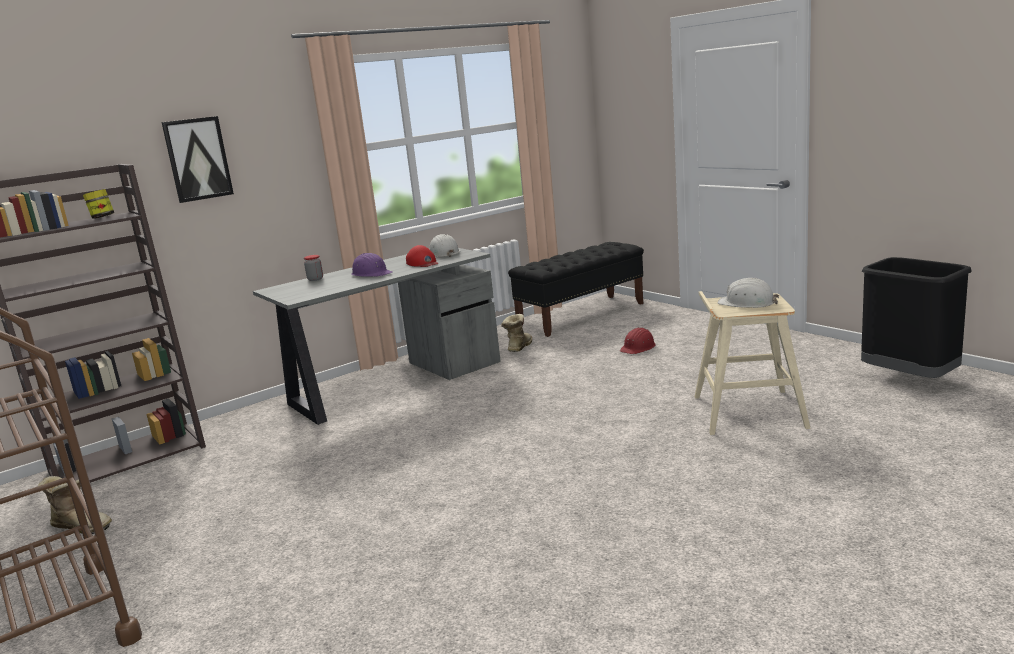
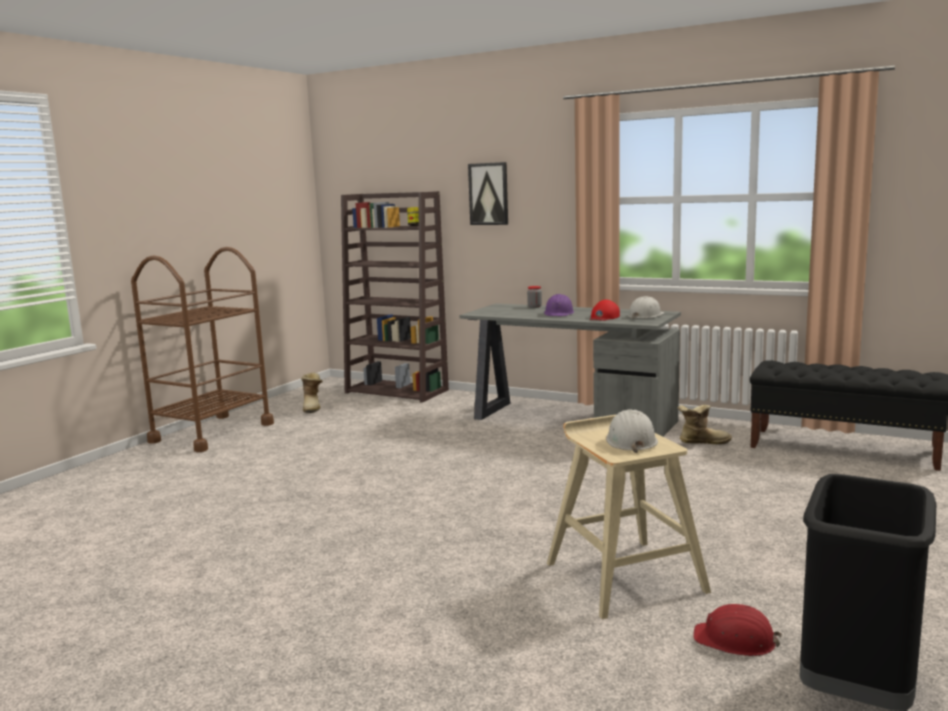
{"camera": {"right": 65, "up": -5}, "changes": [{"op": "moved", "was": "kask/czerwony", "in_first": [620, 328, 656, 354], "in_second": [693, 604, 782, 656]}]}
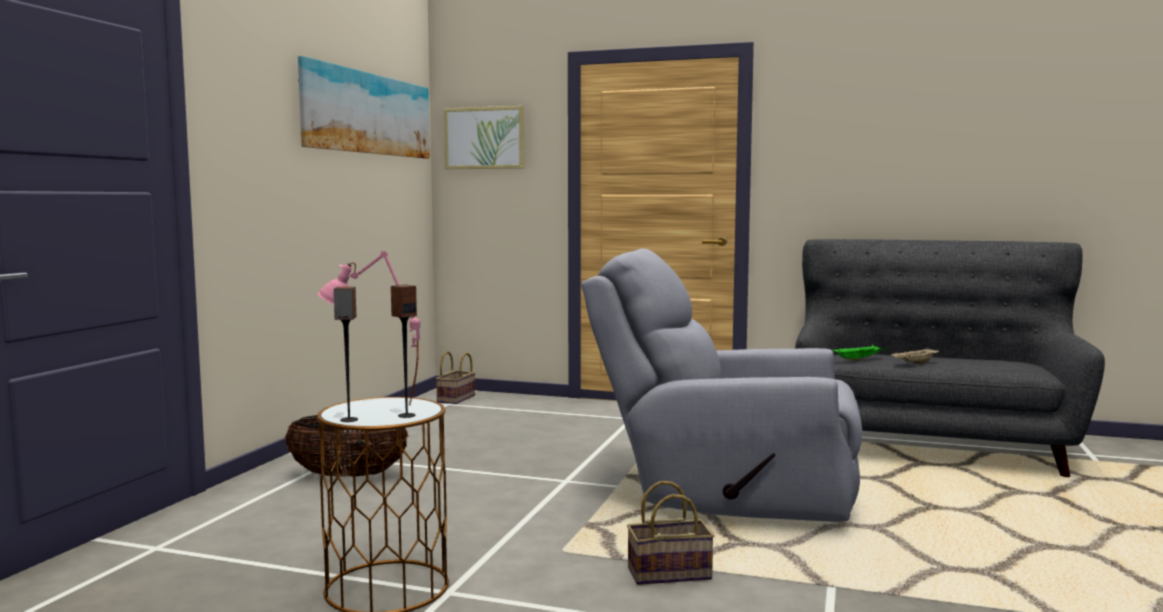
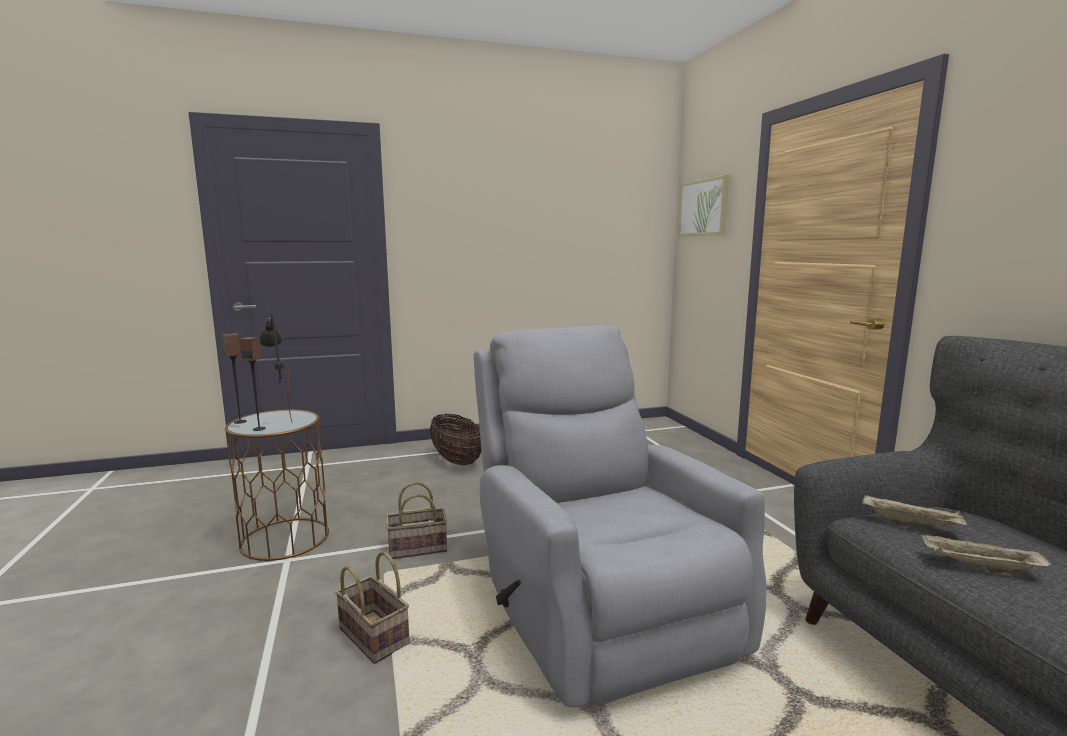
{"camera": {"right": 55, "up": 5}, "changes": [{"op": "recoloured", "was": "lampa stołowa/różowy", "now": "lampa stołowa/czarny", "in_first": [318, 251, 420, 405], "in_second": [259, 311, 292, 422]}, {"op": "moved", "was": "koszyk", "in_first": [436, 351, 476, 404], "in_second": [386, 482, 447, 559]}, {"op": "recoloured", "was": "taca/zielony", "now": "taca/beżowy", "in_first": [832, 344, 888, 361], "in_second": [863, 495, 968, 526]}, {"op": "removed", "was": "obraz", "in_first": [298, 56, 430, 159]}]}
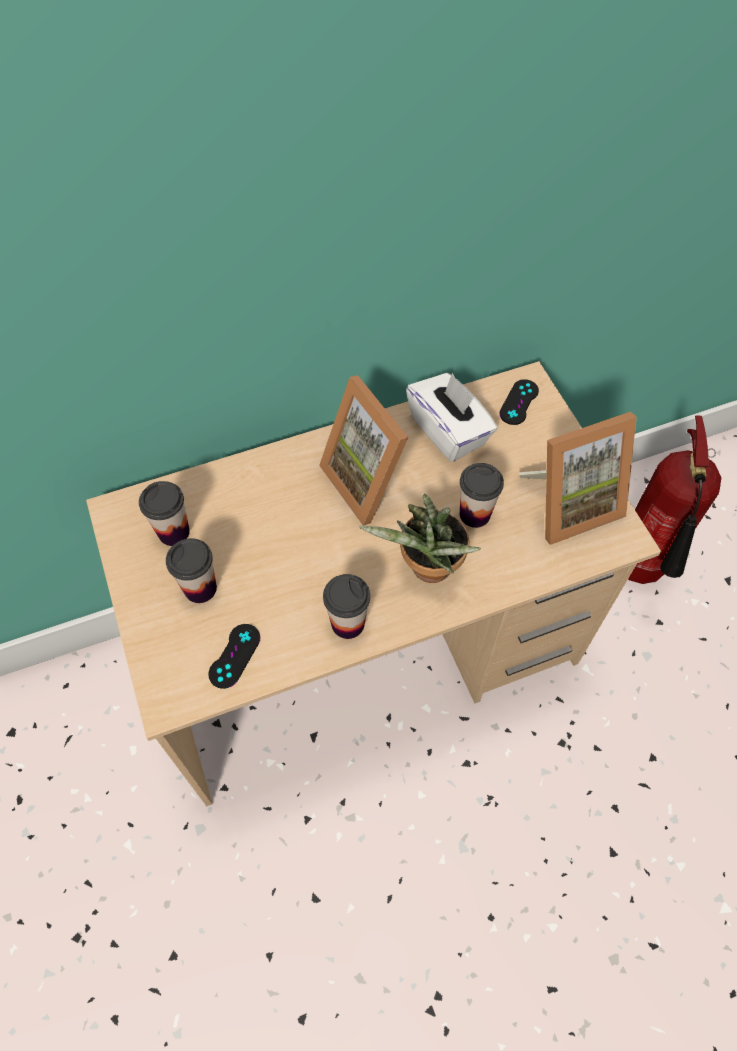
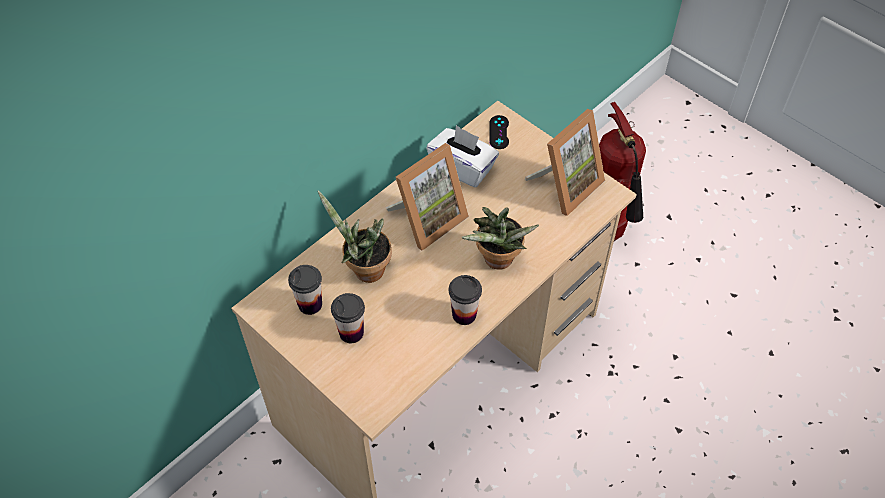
{"camera": {"right": -25, "up": -5}, "changes": [{"op": "added", "now": "roślina doniczkowa", "in_second": [318, 191, 392, 283]}, {"op": "turned", "was": "ramka na zdjęcie", "in_first": [319, 375, 408, 526], "in_second": [386, 143, 469, 251], "clockwise": -75}, {"op": "removed", "was": "pad do gier/czarny", "in_first": [208, 624, 260, 689]}, {"op": "removed", "was": "filiżanka", "in_first": [460, 463, 504, 528]}]}
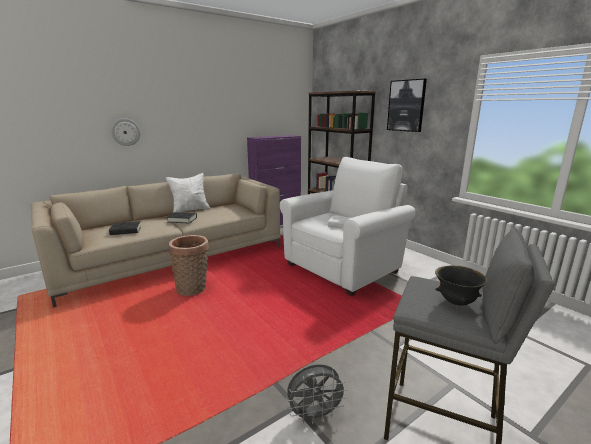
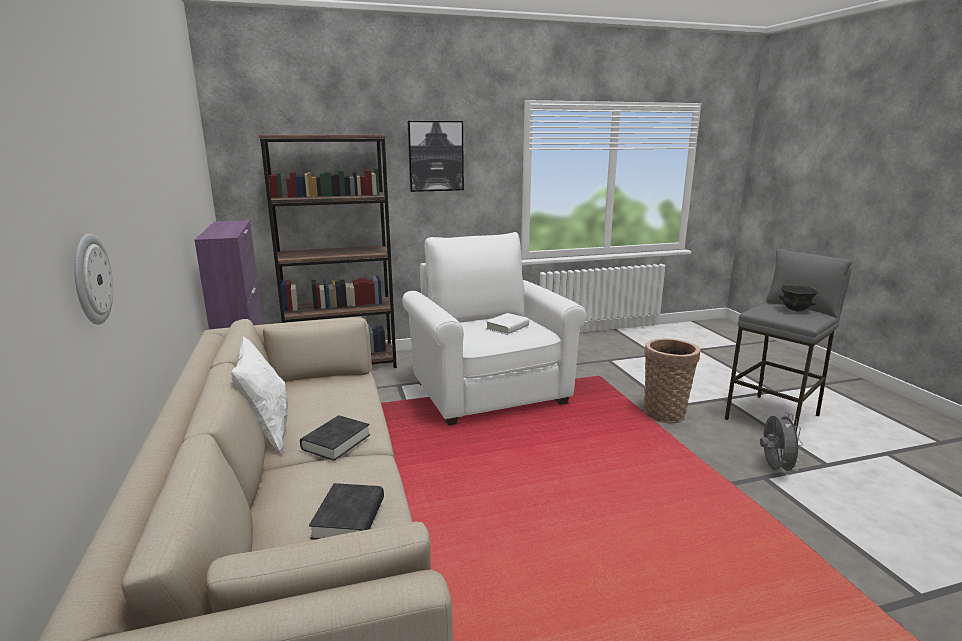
{"camera": {"right": -70, "up": 0}, "changes": [{"op": "moved", "was": "koszyk", "in_first": [169, 235, 209, 296], "in_second": [644, 338, 700, 423]}]}
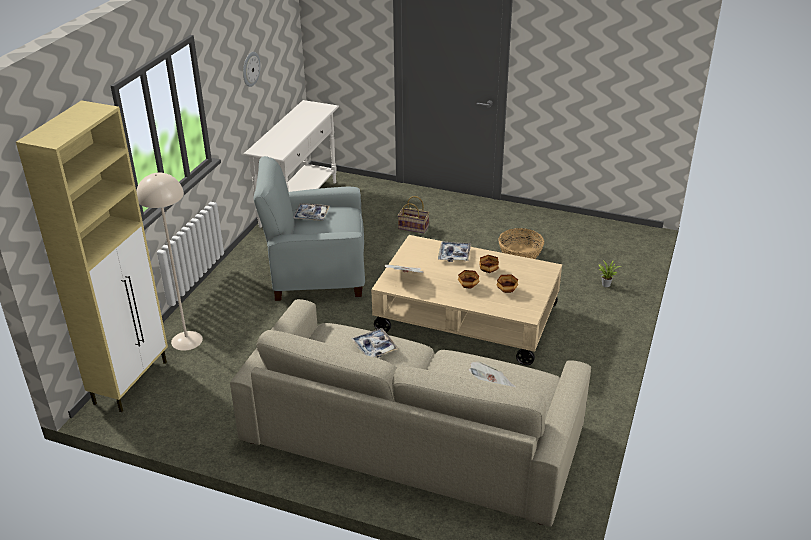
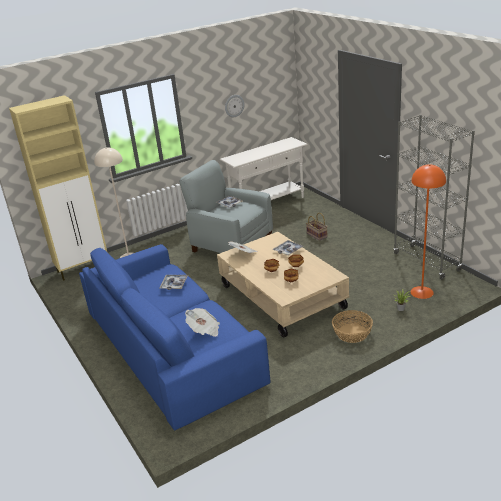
{"camera": {"right": 40, "up": -5}, "changes": [{"op": "recoloured", "was": "kanapa/beżowy", "now": "kanapa/niebieski", "in_first": [230, 299, 591, 527], "in_second": [79, 244, 271, 430]}, {"op": "moved", "was": "koszyk", "in_first": [498, 228, 544, 259], "in_second": [332, 310, 373, 343]}, {"op": "added", "now": "regał/szary", "in_second": [393, 115, 475, 279]}, {"op": "added", "now": "lampa stojąca/pomarańczowy", "in_second": [410, 164, 446, 299]}]}
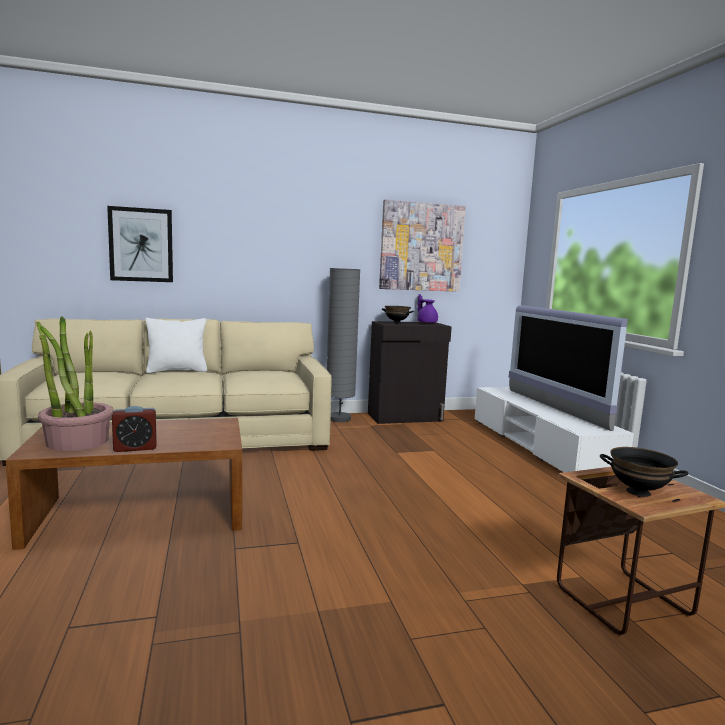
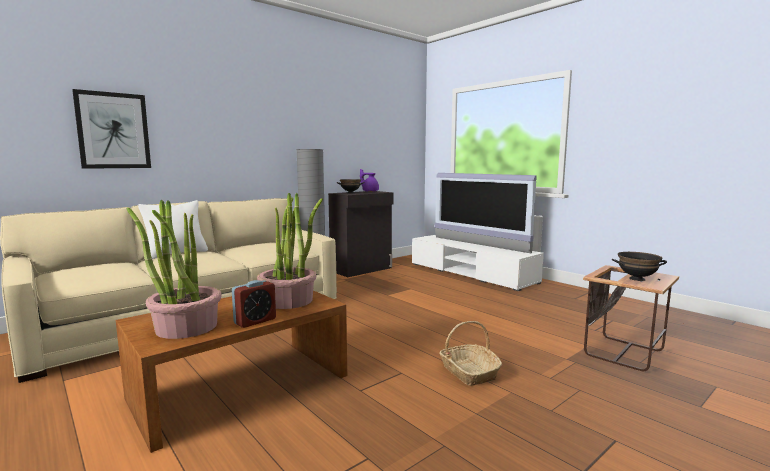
{"camera": {"right": -25, "up": 0}, "changes": [{"op": "added", "now": "roślina doniczkowa", "in_second": [257, 193, 323, 309]}, {"op": "added", "now": "koszyk", "in_second": [439, 321, 502, 386]}, {"op": "removed", "was": "obraz", "in_first": [379, 199, 466, 292]}]}
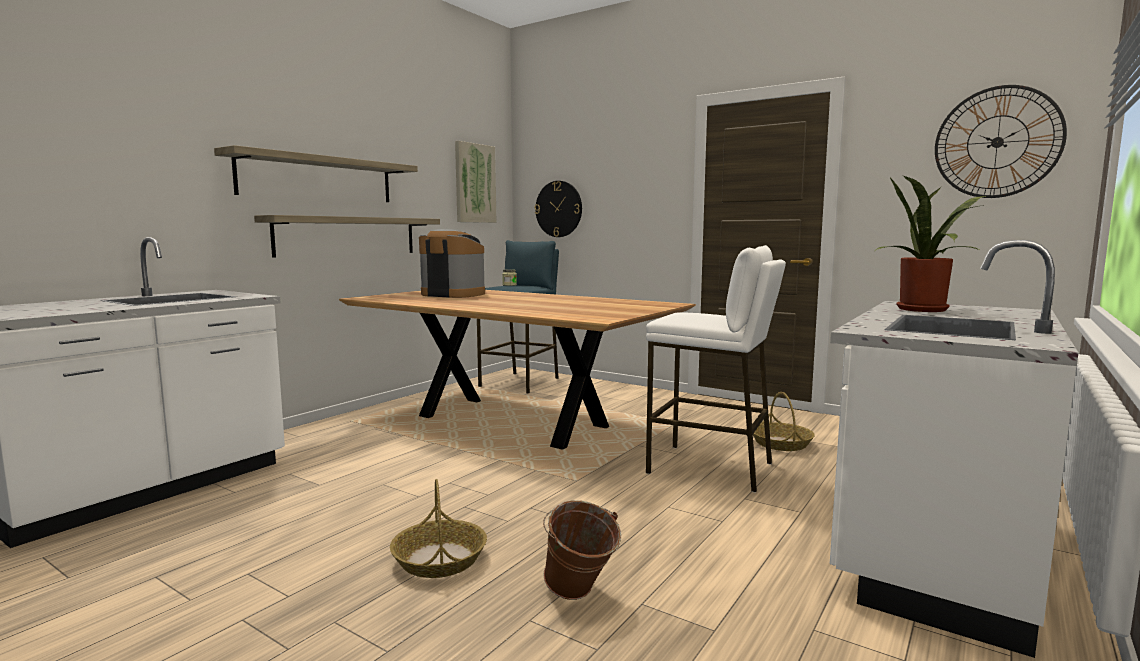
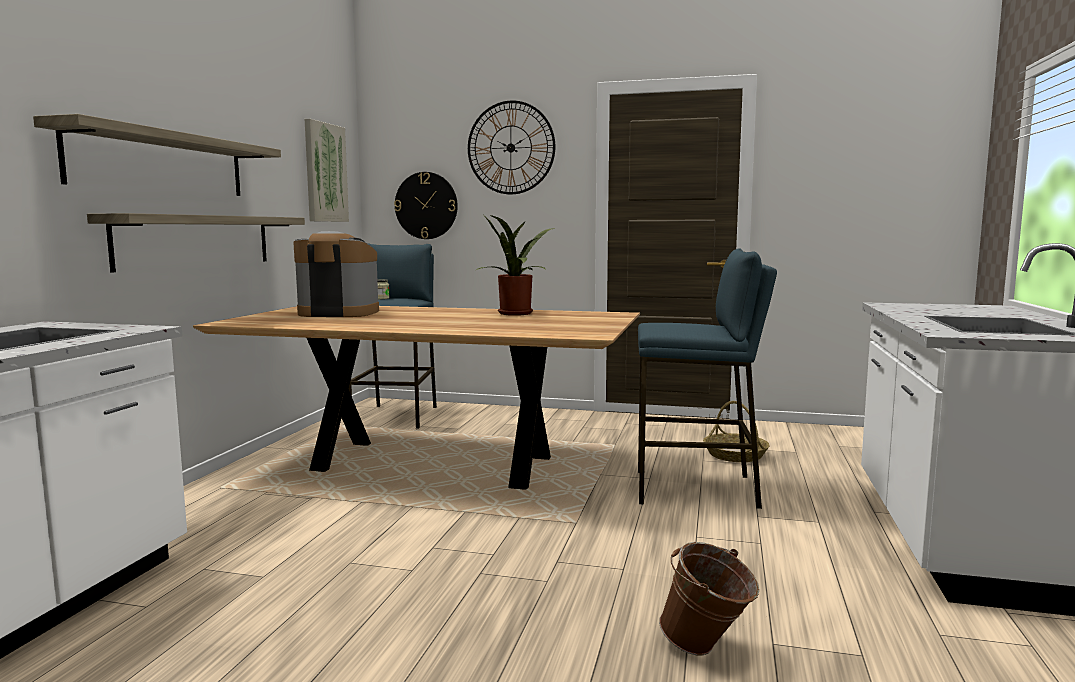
{"camera": {"right": -20, "up": 0}, "changes": [{"op": "moved", "was": "zegar ścienny", "in_first": [935, 85, 1067, 198], "in_second": [468, 100, 555, 195]}, {"op": "moved", "was": "roślina doniczkowa", "in_first": [875, 176, 986, 312], "in_second": [477, 215, 555, 316]}, {"op": "recoloured", "was": "stołek/biały", "now": "stołek/niebieski", "in_first": [646, 245, 786, 493], "in_second": [638, 248, 777, 509]}, {"op": "removed", "was": "koszyk", "in_first": [390, 479, 487, 578]}]}
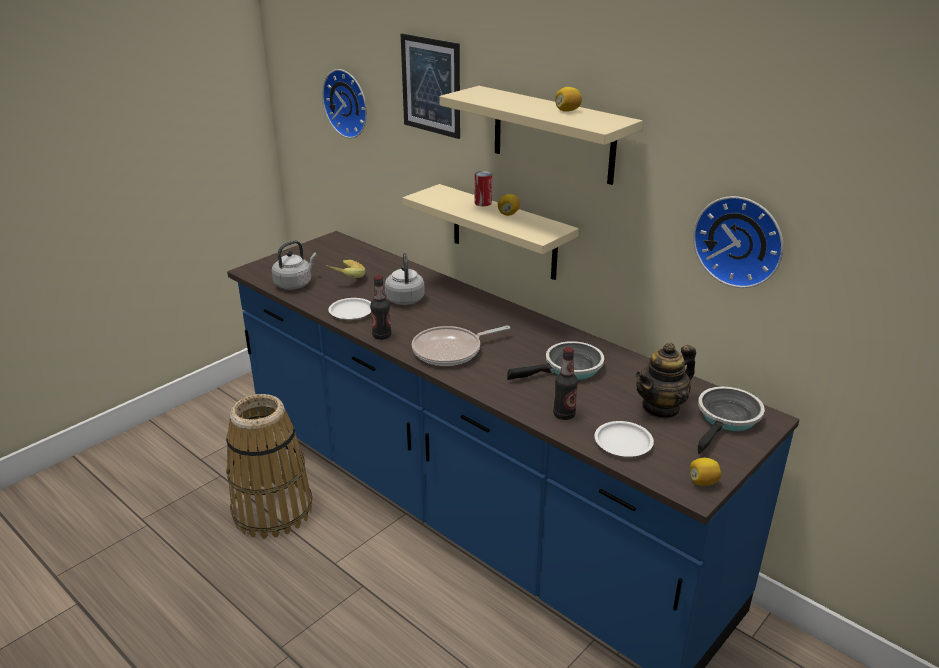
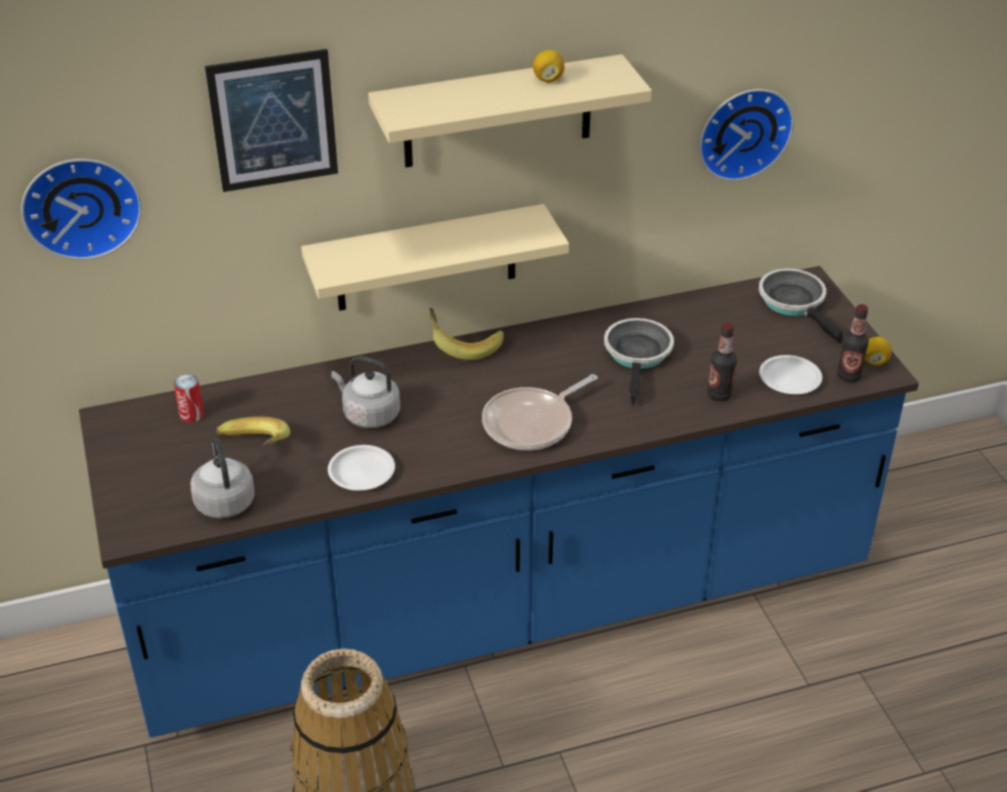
{"camera": {"right": -60, "up": 10}, "changes": [{"op": "moved", "was": "puszka", "in_first": [475, 171, 492, 206], "in_second": [174, 374, 204, 423]}, {"op": "added", "now": "banan", "in_second": [429, 308, 503, 360]}, {"op": "turned", "was": "patelnia", "in_first": [412, 325, 510, 366], "in_second": [482, 374, 598, 451], "clockwise": 45}, {"op": "moved", "was": "butelka", "in_first": [370, 275, 391, 340], "in_second": [837, 304, 869, 382]}, {"op": "removed", "was": "cytryna", "in_first": [498, 194, 520, 216]}, {"op": "removed", "was": "imbryk", "in_first": [635, 342, 696, 420]}]}
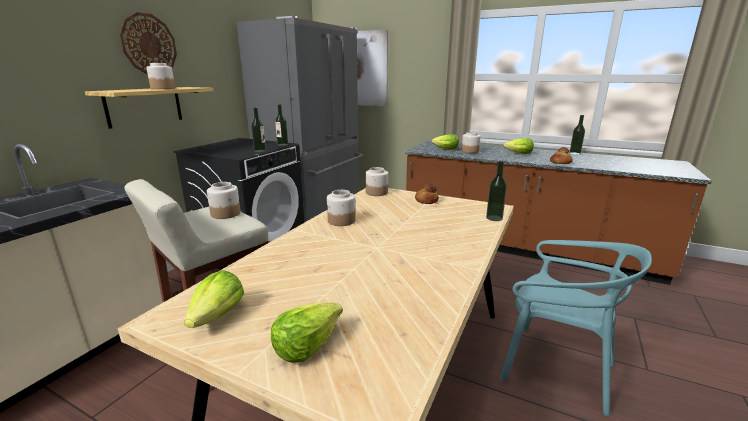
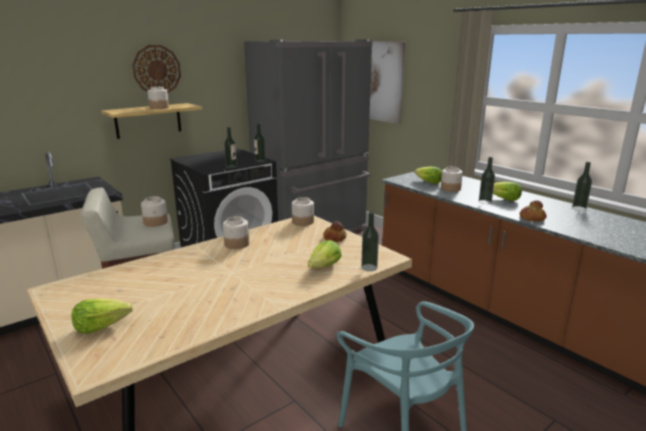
{"camera": {"right": 25, "up": 0}, "changes": [{"op": "moved", "was": "sałata", "in_first": [184, 270, 244, 328], "in_second": [308, 240, 342, 268]}, {"op": "added", "now": "butelka", "in_second": [479, 157, 495, 204]}]}
